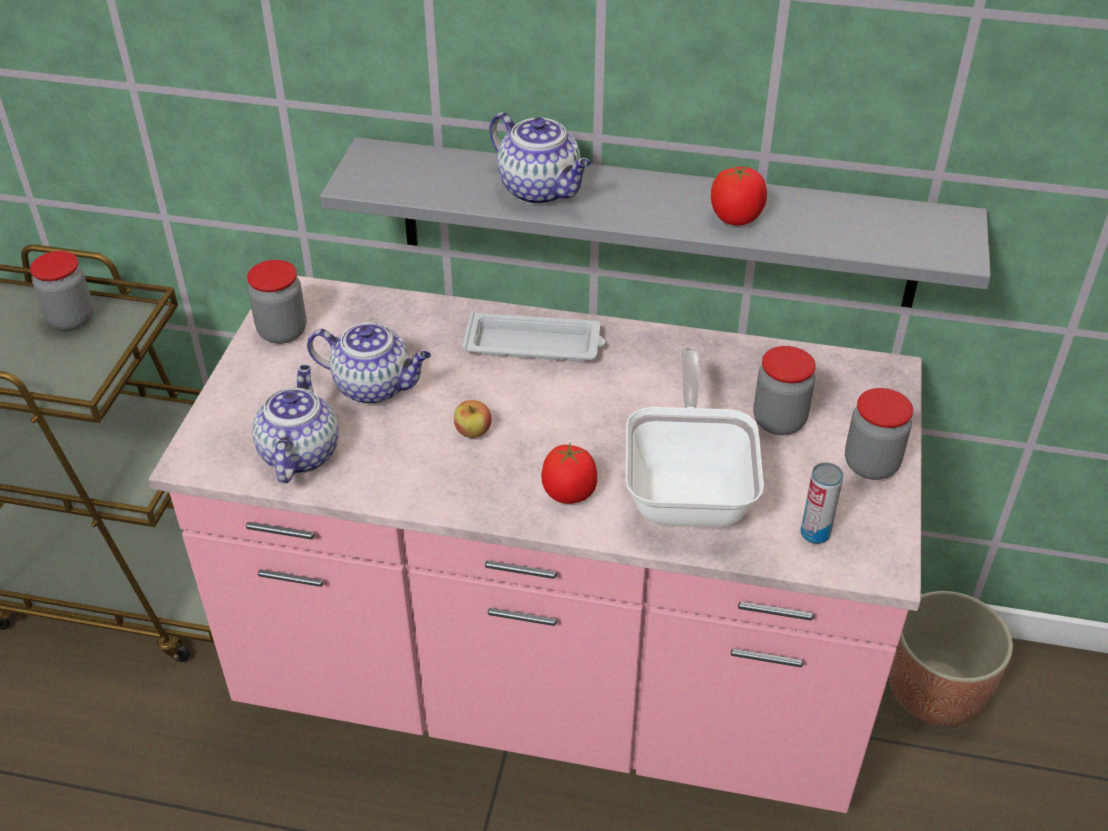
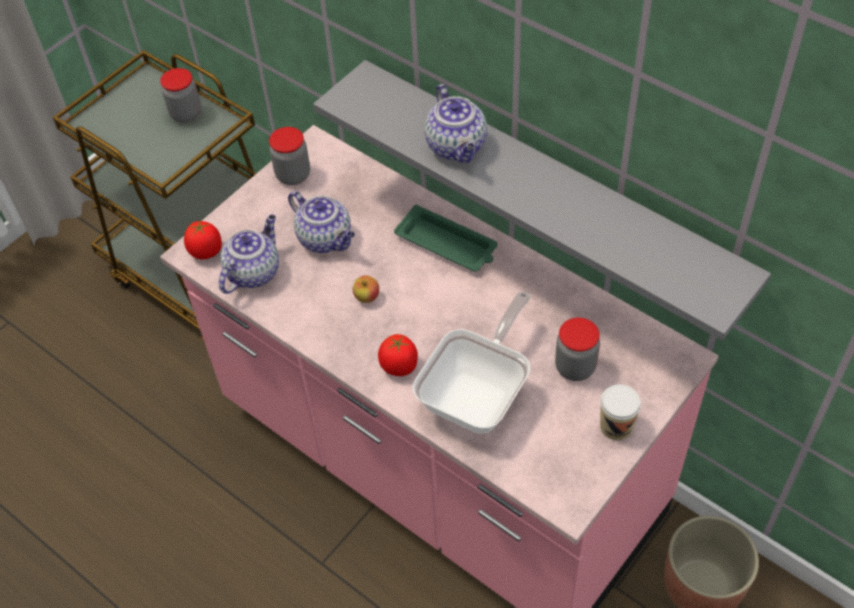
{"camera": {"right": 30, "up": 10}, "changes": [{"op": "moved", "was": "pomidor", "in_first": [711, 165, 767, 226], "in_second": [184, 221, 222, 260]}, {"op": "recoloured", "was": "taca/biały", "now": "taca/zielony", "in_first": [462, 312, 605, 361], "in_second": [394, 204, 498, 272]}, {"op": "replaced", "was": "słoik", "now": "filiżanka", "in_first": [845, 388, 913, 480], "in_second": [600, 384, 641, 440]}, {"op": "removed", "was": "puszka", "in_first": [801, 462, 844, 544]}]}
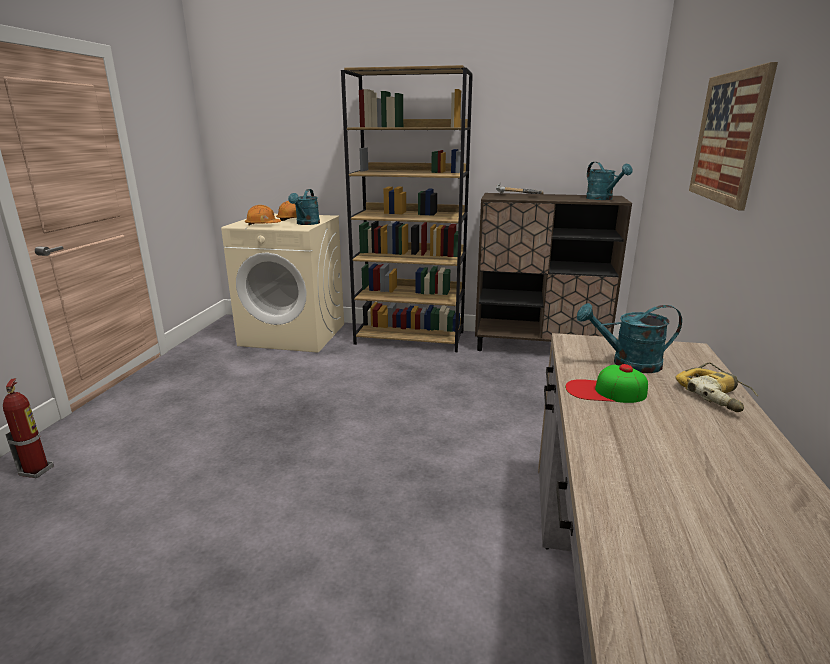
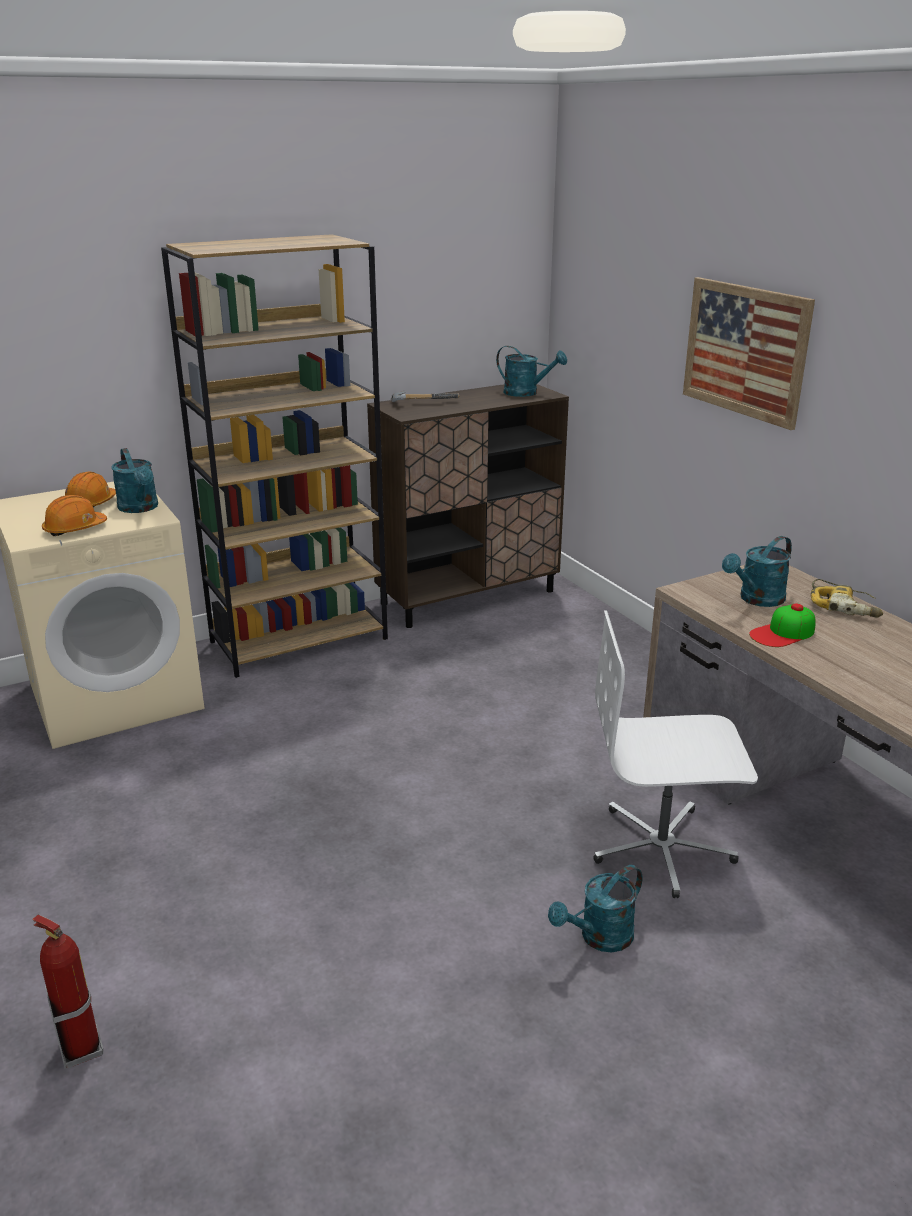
{"camera": {"right": -40, "up": 5}, "changes": [{"op": "added", "now": "konewka/turkusowy", "in_second": [548, 865, 643, 953]}, {"op": "added", "now": "krzesło biurowe/biały", "in_second": [593, 611, 758, 898]}]}
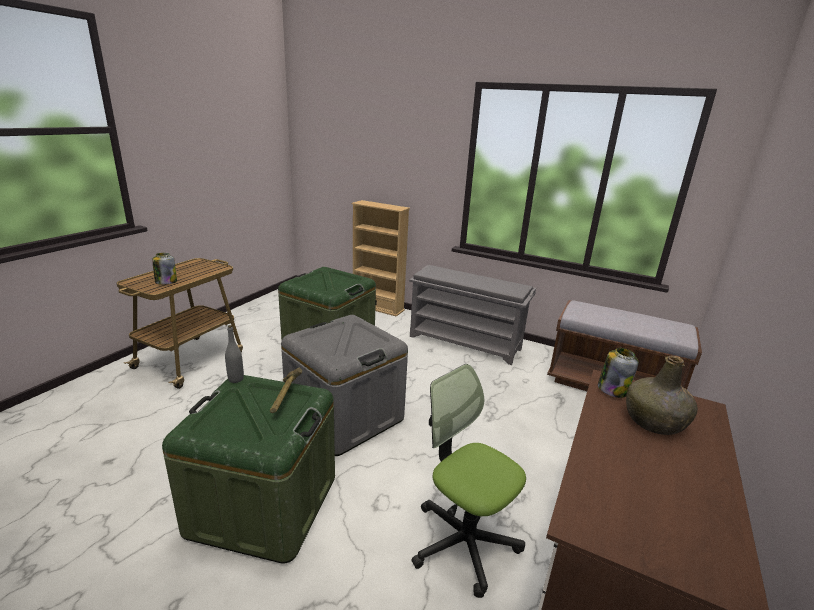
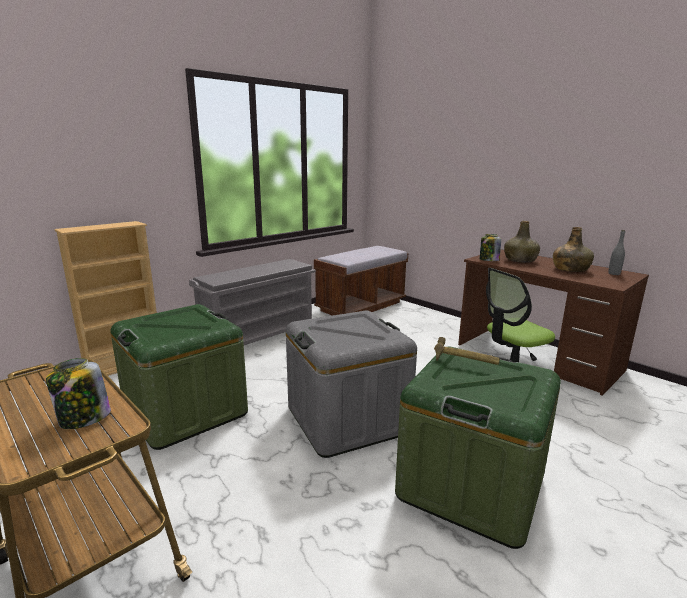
{"camera": {"right": -70, "up": -5}, "changes": [{"op": "added", "now": "butelka/zielony", "in_second": [553, 227, 594, 272]}, {"op": "moved", "was": "butelka/szary", "in_first": [225, 325, 244, 383], "in_second": [608, 230, 625, 275]}]}
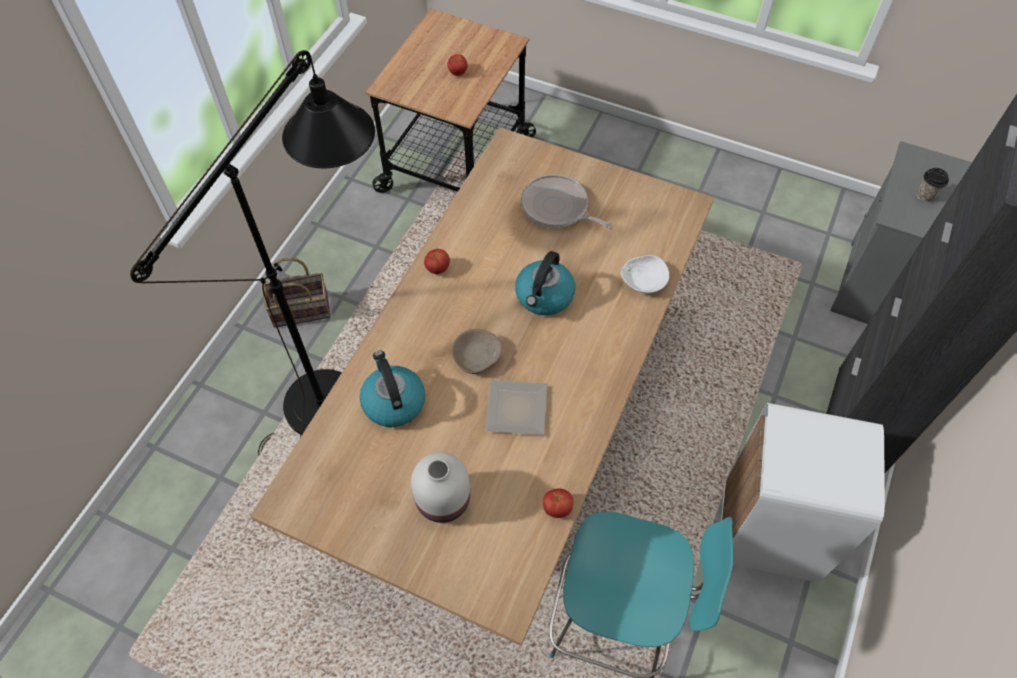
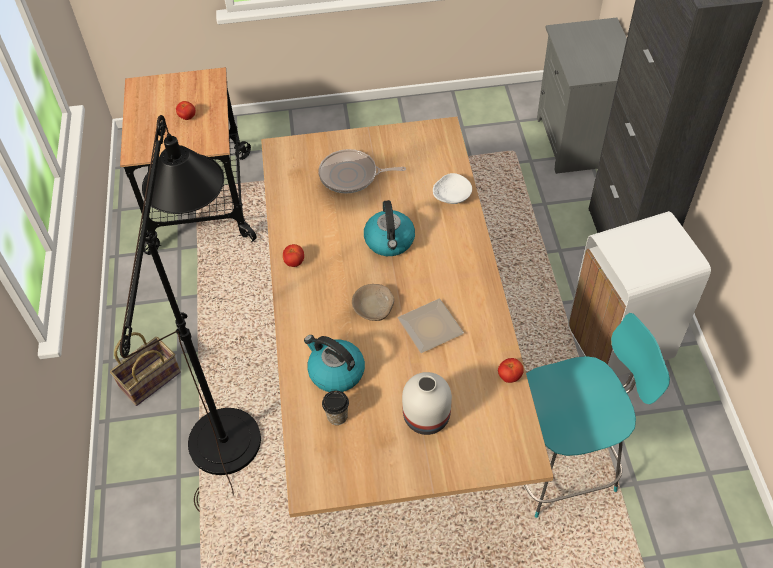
{"camera": {"right": -30, "up": -5}, "changes": [{"op": "moved", "was": "filiżanka", "in_first": [917, 168, 949, 202], "in_second": [322, 390, 349, 425]}]}
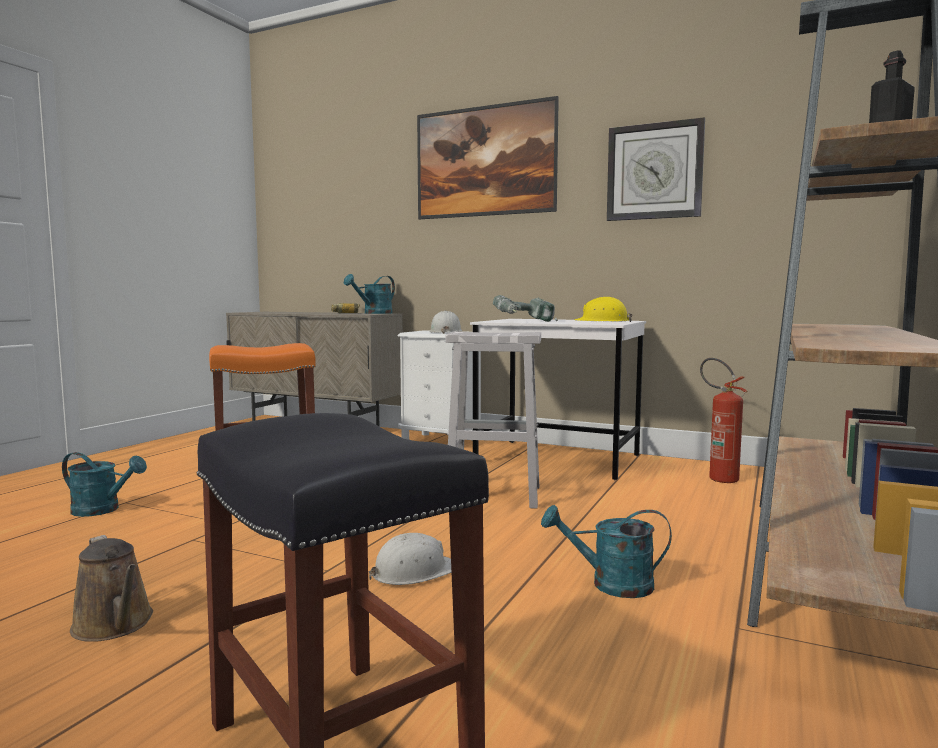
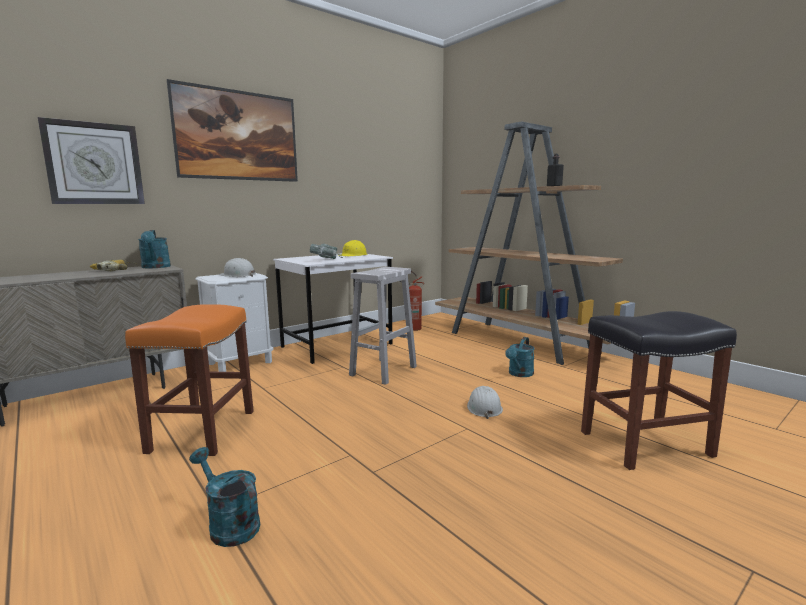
{"camera": {"right": -65, "up": 5}, "changes": [{"op": "moved", "was": "zegar ścienny", "in_first": [607, 117, 705, 221], "in_second": [38, 117, 145, 204]}, {"op": "turned", "was": "konewka/turkusowy", "in_first": [62, 452, 147, 517], "in_second": [189, 447, 261, 547], "clockwise": -90}, {"op": "removed", "was": "konewka/brązowy", "in_first": [70, 535, 153, 642]}]}
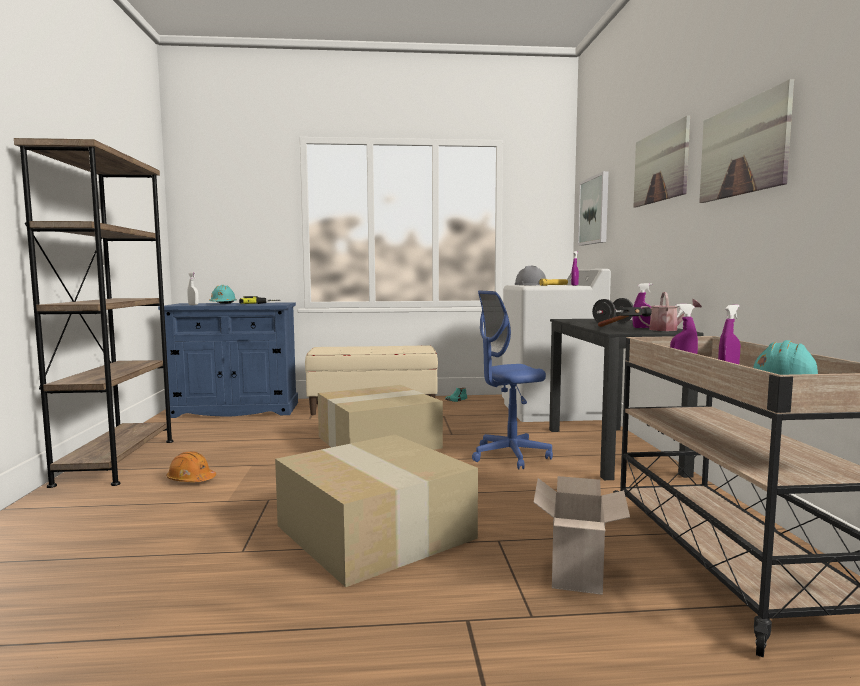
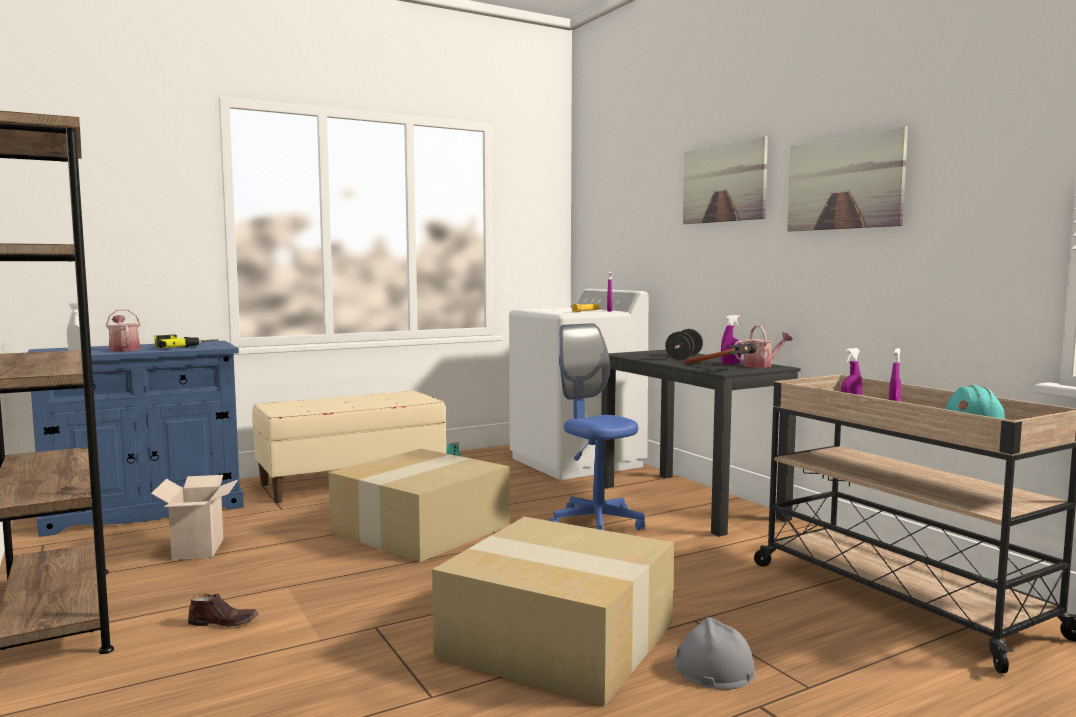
{"camera": {"right": -25, "up": 0}, "changes": [{"op": "replaced", "was": "kask/turkusowy", "now": "konewka", "in_first": [209, 285, 237, 304], "in_second": [106, 309, 141, 351]}, {"op": "moved", "was": "karton", "in_first": [534, 476, 630, 595], "in_second": [151, 475, 238, 560]}, {"op": "replaced", "was": "kask/pomarańczowy", "now": "but/brązowy", "in_first": [166, 451, 216, 482], "in_second": [188, 593, 259, 627]}, {"op": "turned", "was": "krzesło biurowe/niebieski", "in_first": [472, 291, 553, 469], "in_second": [549, 323, 645, 530], "clockwise": 105}, {"op": "moved", "was": "kask/szary", "in_first": [515, 265, 546, 285], "in_second": [673, 617, 755, 690]}, {"op": "removed", "was": "obraz", "in_first": [578, 171, 609, 246]}]}
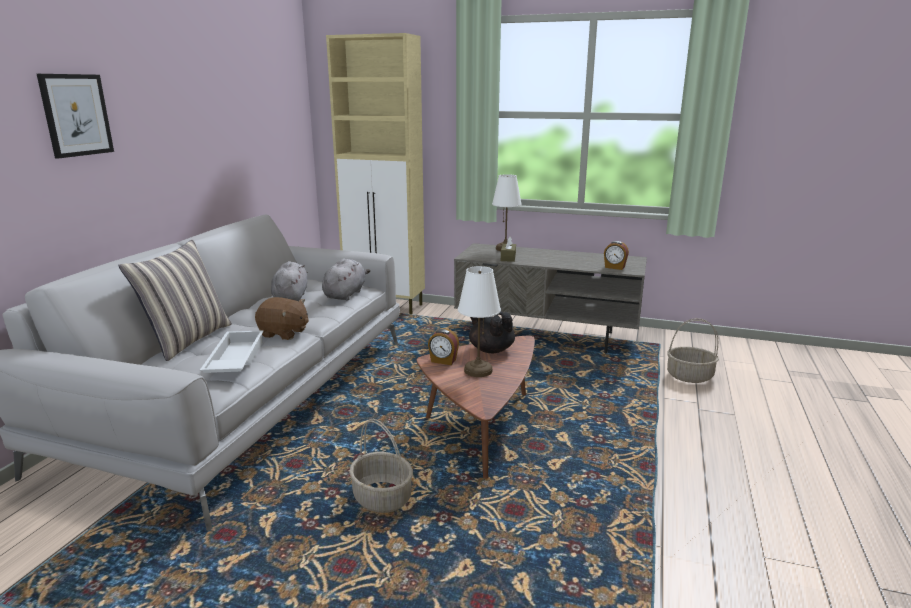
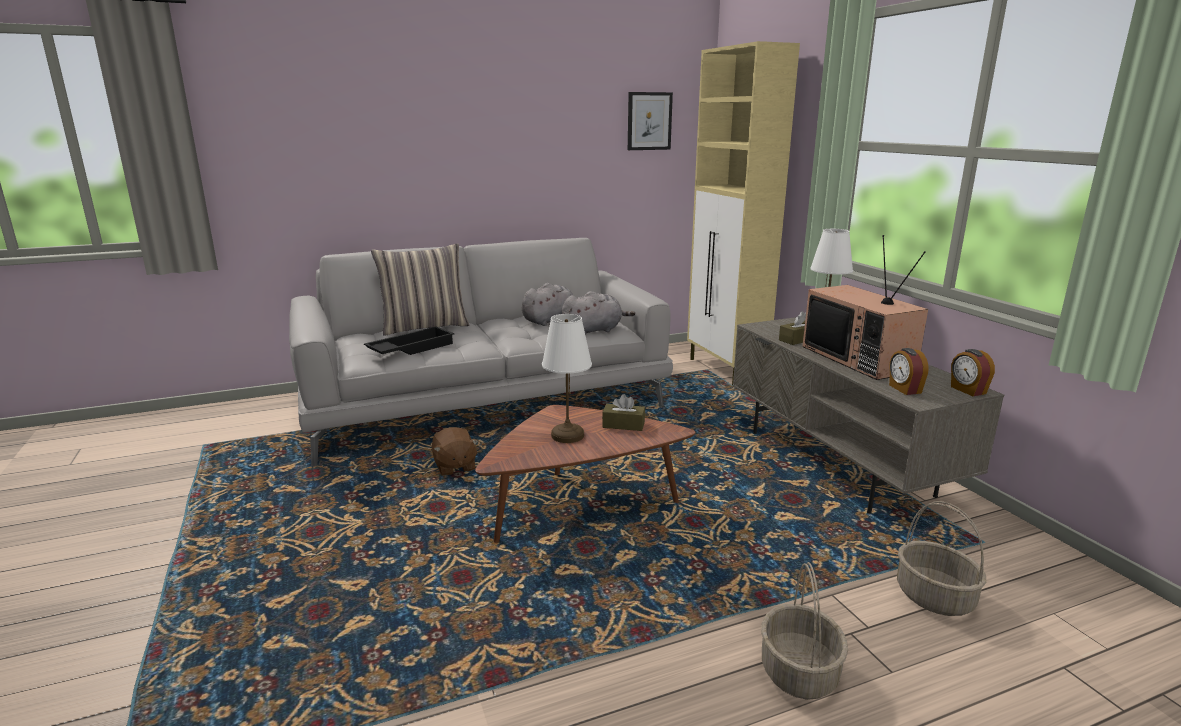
{"camera": {"right": 50, "up": 0}, "changes": [{"op": "recoloured", "was": "taca/biały", "now": "taca/czarny", "in_first": [200, 330, 264, 373], "in_second": [364, 327, 454, 355]}, {"op": "moved", "was": "pluszak/brązowy", "in_first": [255, 297, 309, 340], "in_second": [432, 427, 479, 476]}, {"op": "replaced", "was": "imbryk/czarny", "now": "pudełko chusteczek/brązowy", "in_first": [469, 311, 515, 353], "in_second": [602, 394, 645, 431]}, {"op": "moved", "was": "obraz", "in_first": [37, 74, 114, 159], "in_second": [628, 92, 673, 150]}, {"op": "moved", "was": "koszyk", "in_first": [349, 419, 413, 513], "in_second": [761, 562, 848, 700]}, {"op": "added", "now": "telewizor", "in_second": [803, 235, 928, 380]}, {"op": "moved", "was": "budzik", "in_first": [428, 328, 459, 365], "in_second": [951, 349, 995, 396]}]}
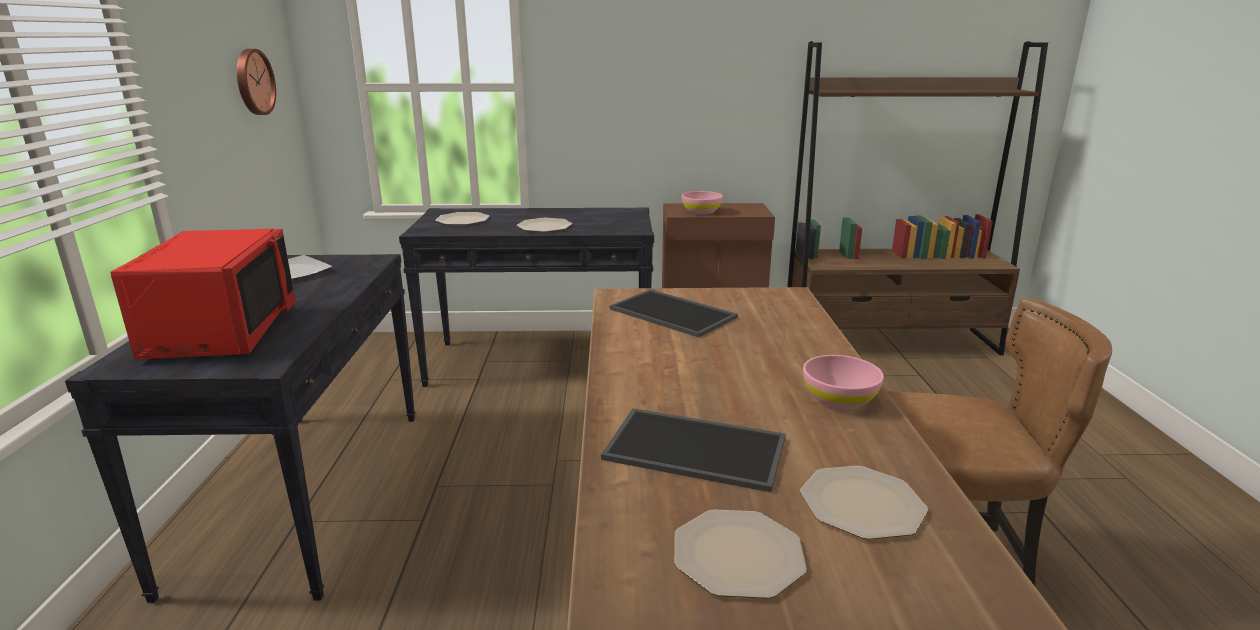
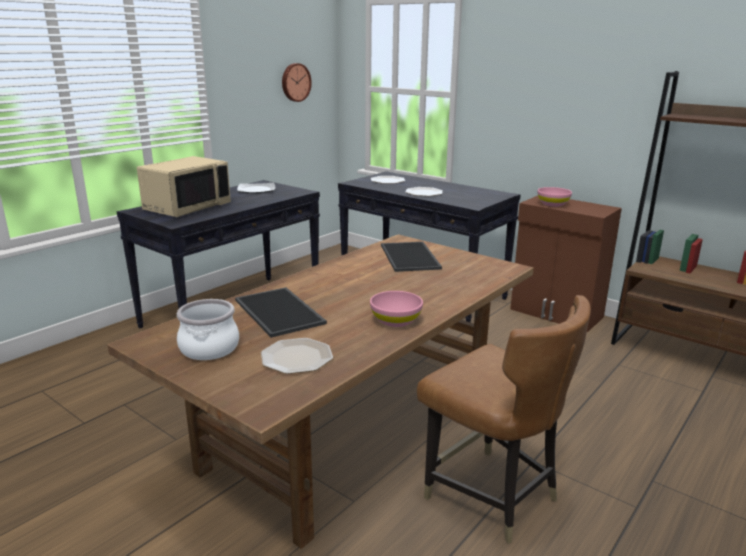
{"camera": {"right": 40, "up": 0}, "changes": [{"op": "recoloured", "was": "mikrofalówka/czerwony", "now": "mikrofalówka/beżowy", "in_first": [111, 229, 296, 359], "in_second": [137, 156, 231, 217]}, {"op": "replaced", "was": "talerz", "now": "garnek", "in_first": [674, 509, 807, 599], "in_second": [177, 299, 239, 360]}]}
